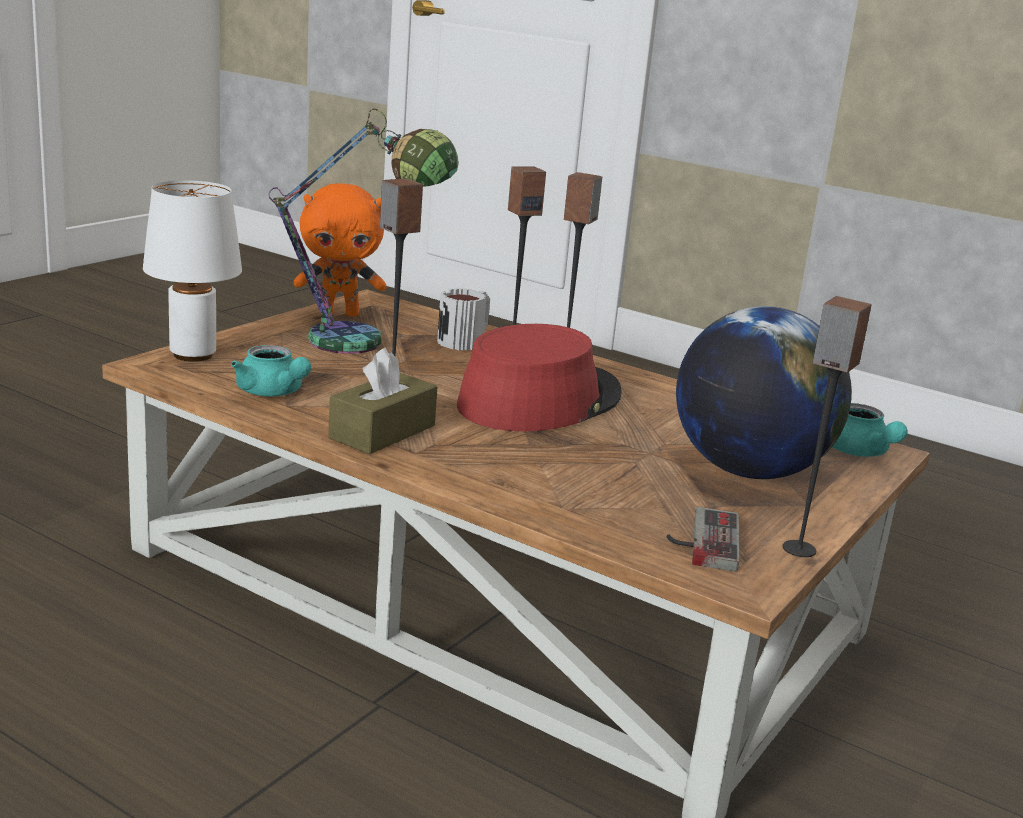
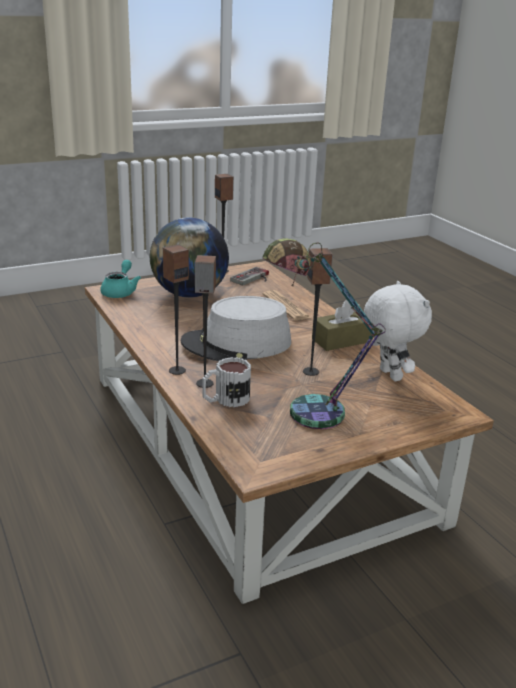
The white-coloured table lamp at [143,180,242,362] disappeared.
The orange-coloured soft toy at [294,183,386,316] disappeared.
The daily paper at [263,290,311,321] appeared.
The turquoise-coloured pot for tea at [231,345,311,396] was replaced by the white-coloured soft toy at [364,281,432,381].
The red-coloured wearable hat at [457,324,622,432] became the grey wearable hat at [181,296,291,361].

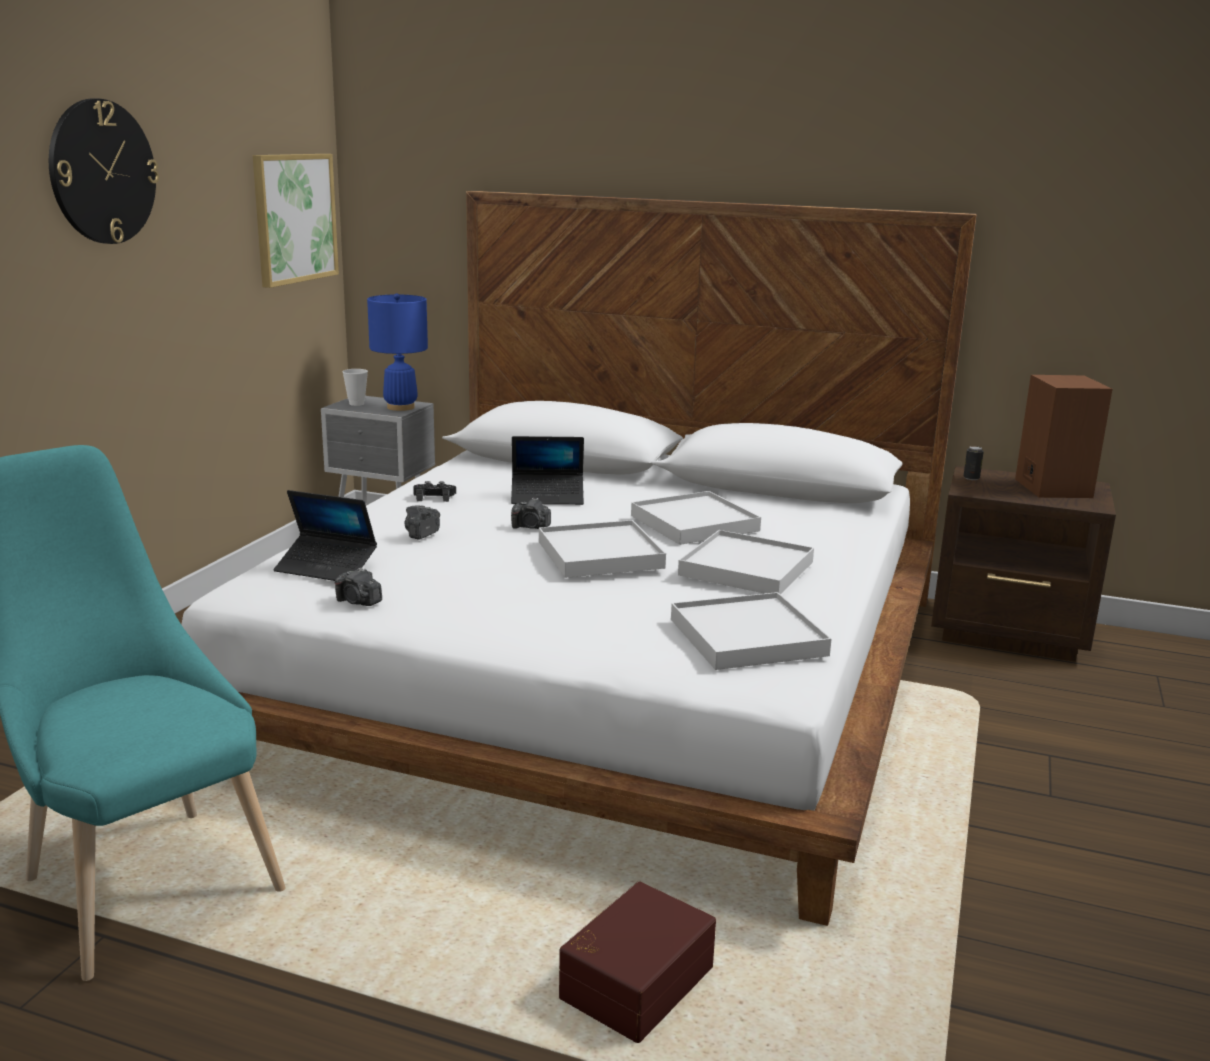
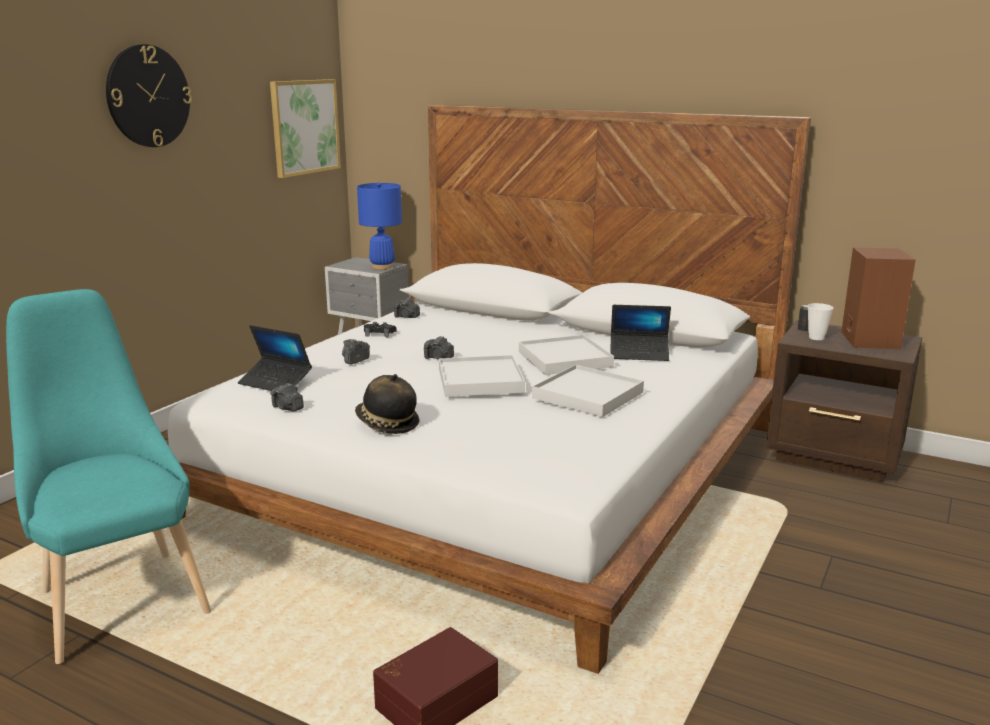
The white-coloured serving tray at [671,592,831,670] disappeared.
The wearable hat at [355,374,419,434] appeared.
The photo camera at [394,298,420,318] appeared.
The drinking cup moved from [343,369,368,406] to [808,303,834,340].
The portable computer moved from [511,436,584,505] to [610,305,671,361].

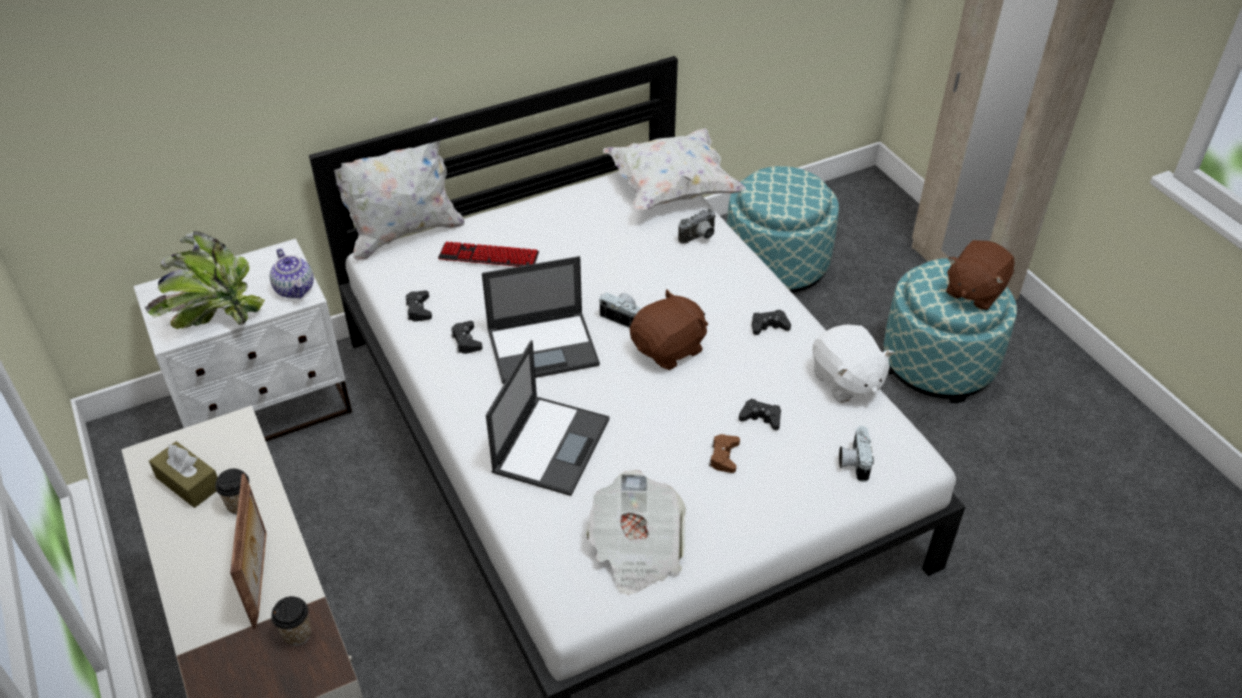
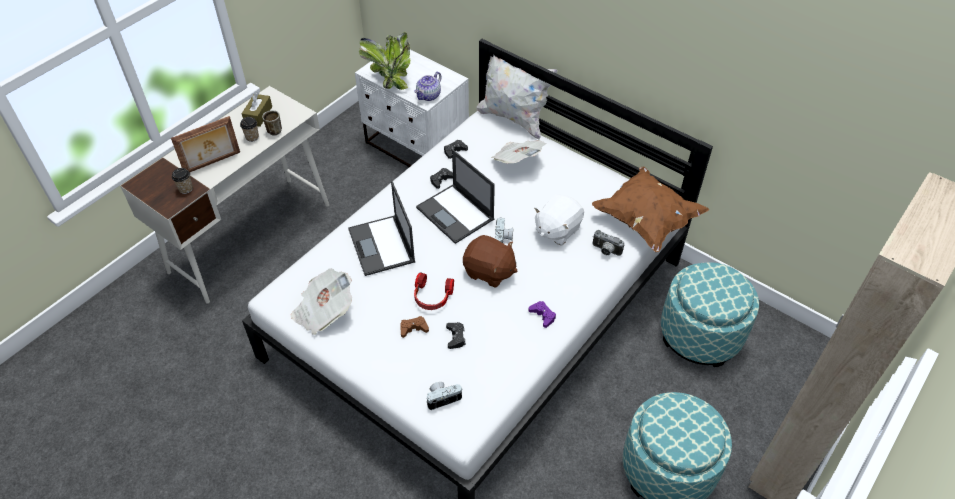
The brown soft toy at [946,240,1015,310] disappeared.
The mug at [262,110,282,136] appeared.
The pair of headphones at [414,272,454,310] appeared.
The white-coloured soft toy moved from [812,324,894,402] to [534,194,584,245].
The keyboard at [438,241,539,267] was replaced by the daily paper at [491,140,546,163].
The white-coloured cushion at [603,128,746,210] became the brown cushion at [592,167,710,252].
The black game controller at [752,310,791,335] became the purple game controller at [528,301,556,328].
The portable computer at [486,340,609,496] turned 75 degrees clockwise.

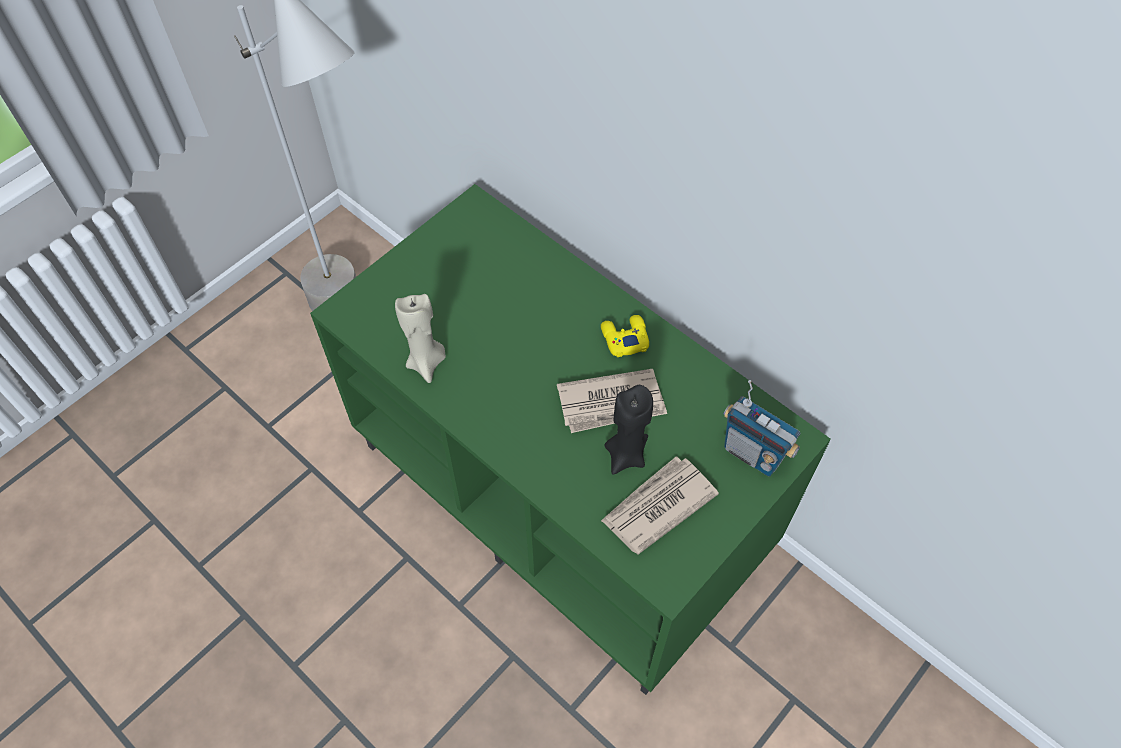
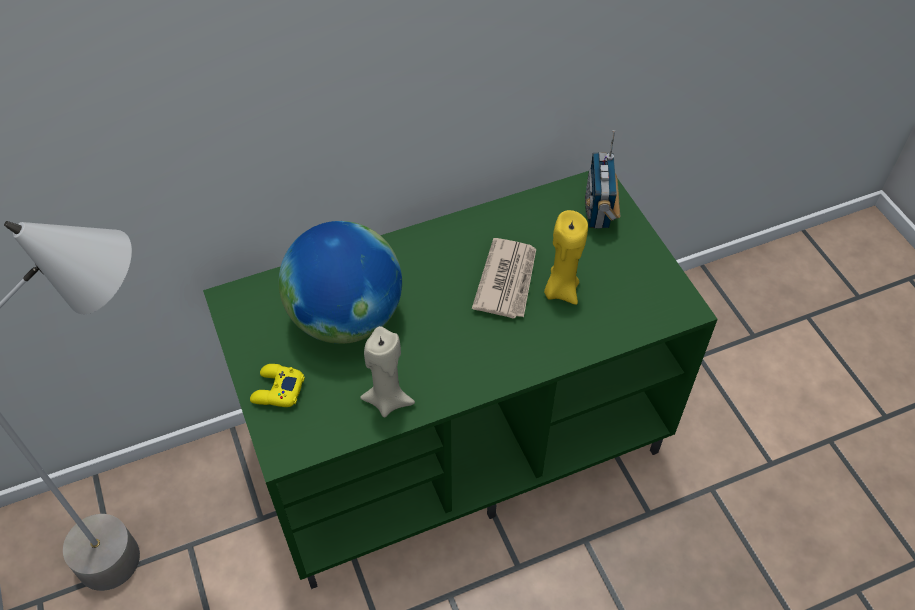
The daily paper at [601,456,719,554] disappeared.
The desk globe at [279,221,402,344] appeared.
The yellow game controller moved from [601,315,649,357] to [250,364,305,407].
The black candle at [604,385,653,475] became the yellow candle at [544,210,588,305].
The radio set at [724,380,801,476] turned 120 degrees clockwise.

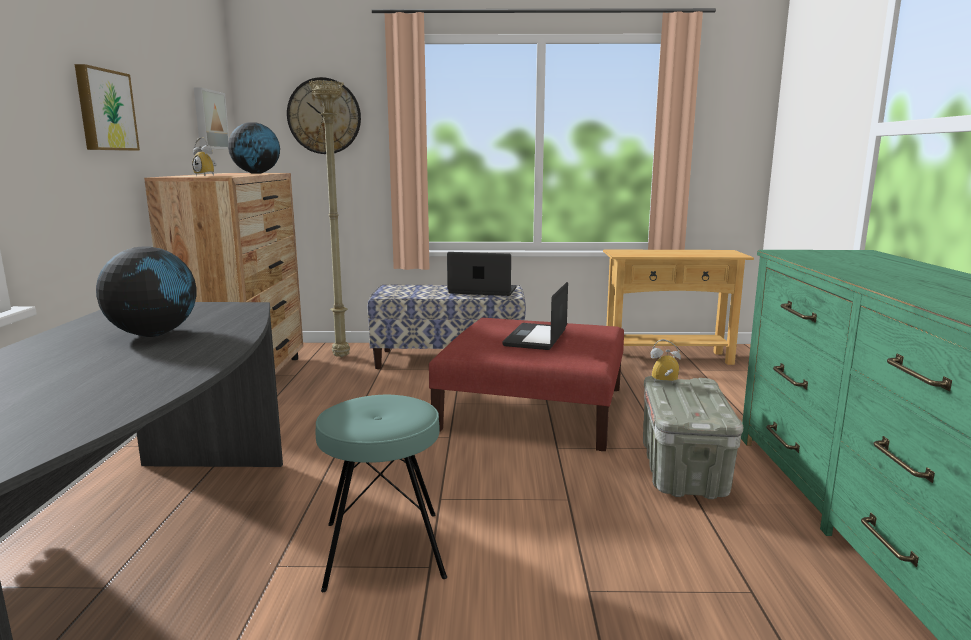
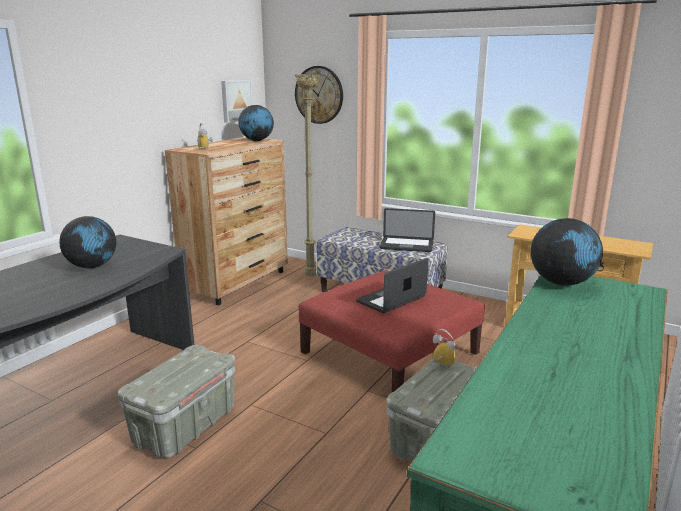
The wall art at [75,64,140,151] disappeared.
The desk globe at [531,218,603,286] appeared.
The turquoise-coloured stool at [316,395,447,592] was replaced by the grey storage box at [118,345,236,458].
The portable computer at [447,252,516,296] turned 150 degrees clockwise.

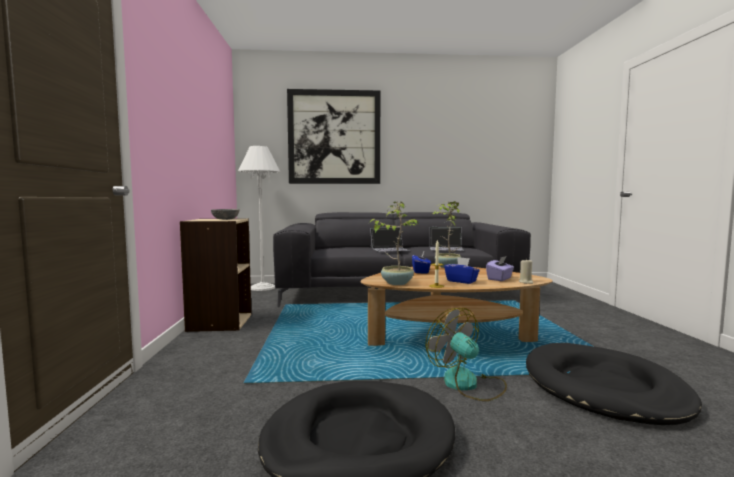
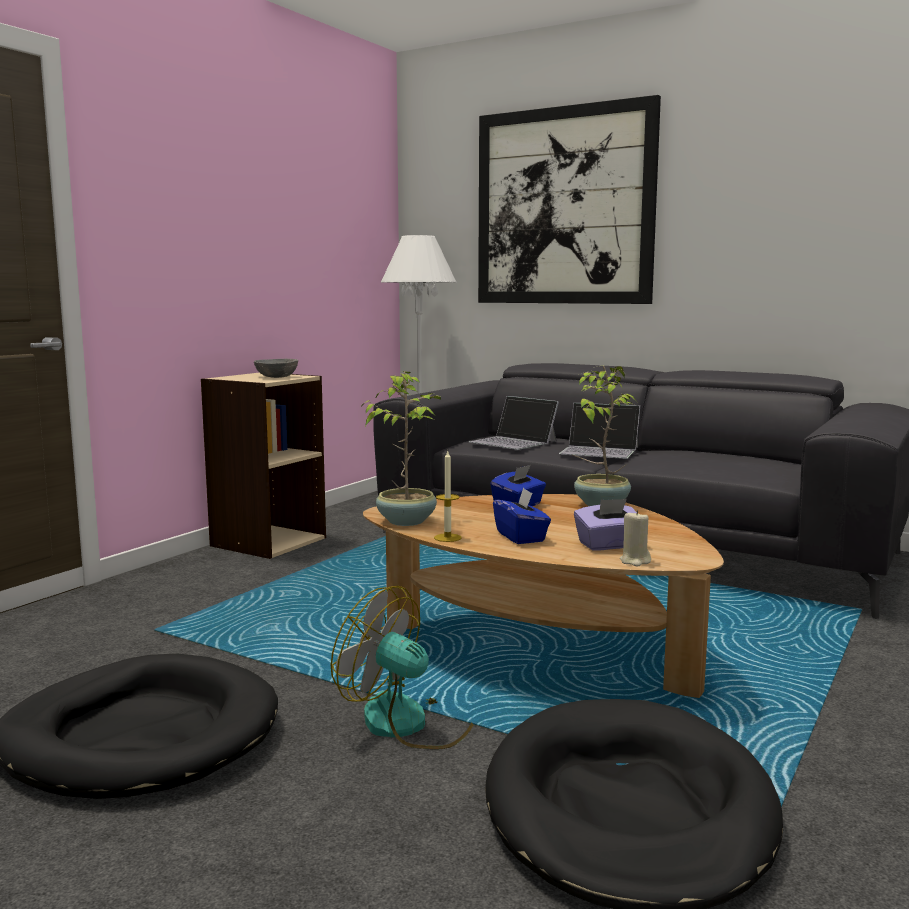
The portable computer moved from [430,227,464,251] to [469,396,559,450].
The cooling fan at [425,308,507,401] turned 60 degrees counterclockwise.

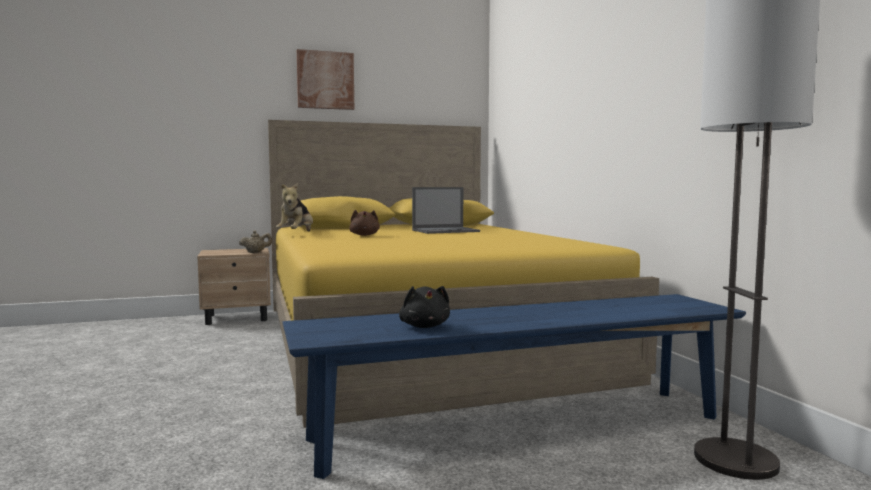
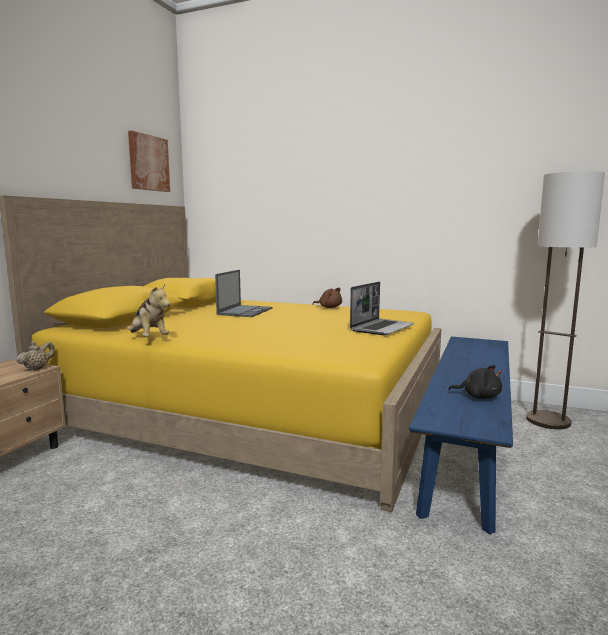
The portable computer at [350,282,415,335] appeared.
The wall art moved from [297,49,354,110] to [128,131,170,192].
The brown soft toy moved from [349,210,380,236] to [313,287,342,308].

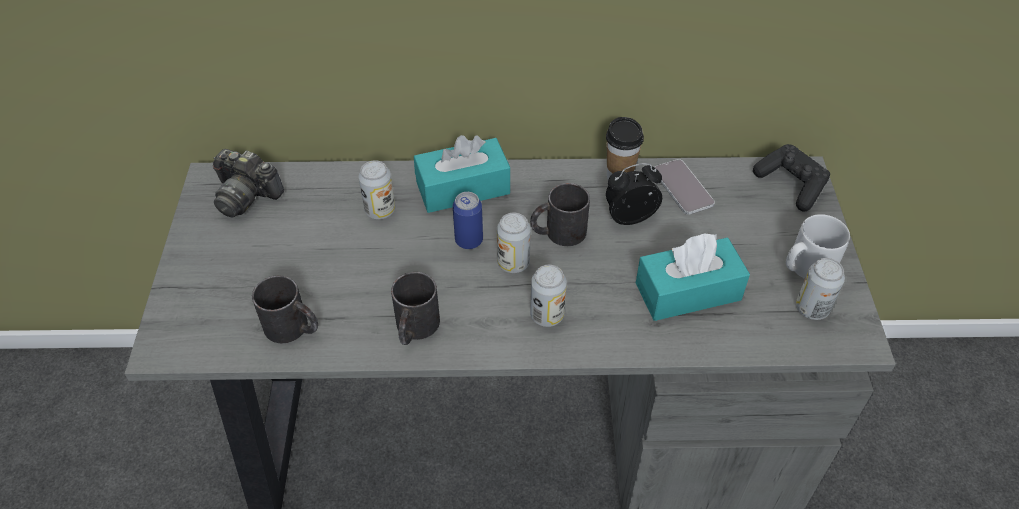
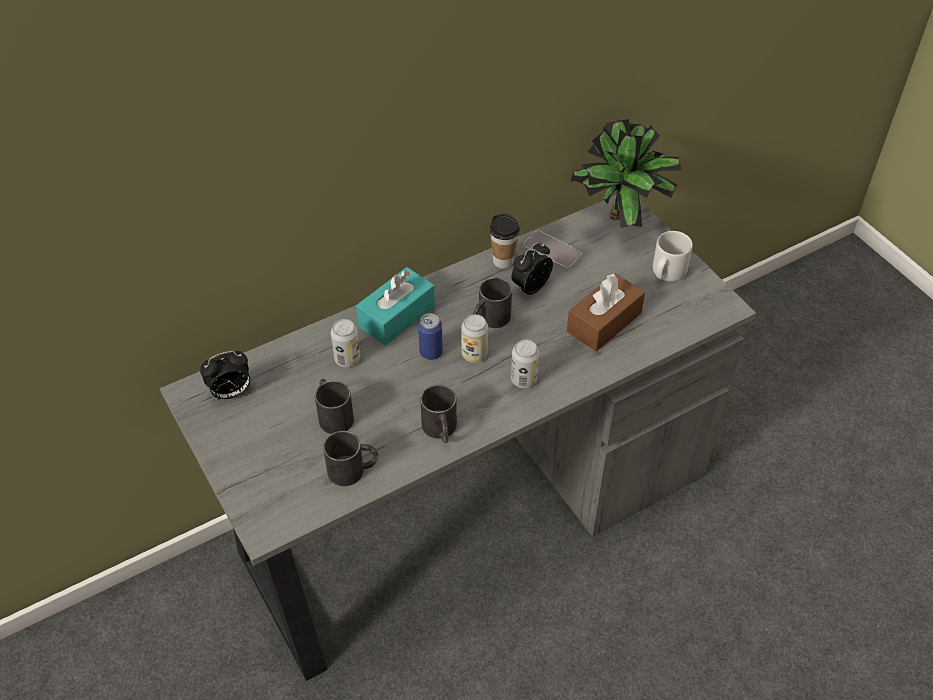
The sealed can at [796,258,845,320] disappeared.
The black mug at [315,379,354,434] appeared.
The photo camera at [213,149,284,218] was replaced by the bedside clock at [200,351,250,399].
The black game controller at [753,144,830,211] was replaced by the houseplant at [571,119,682,228].
The turquoise-coloured box of tissues at [636,233,750,321] became the brown box of tissues at [567,273,645,351].

